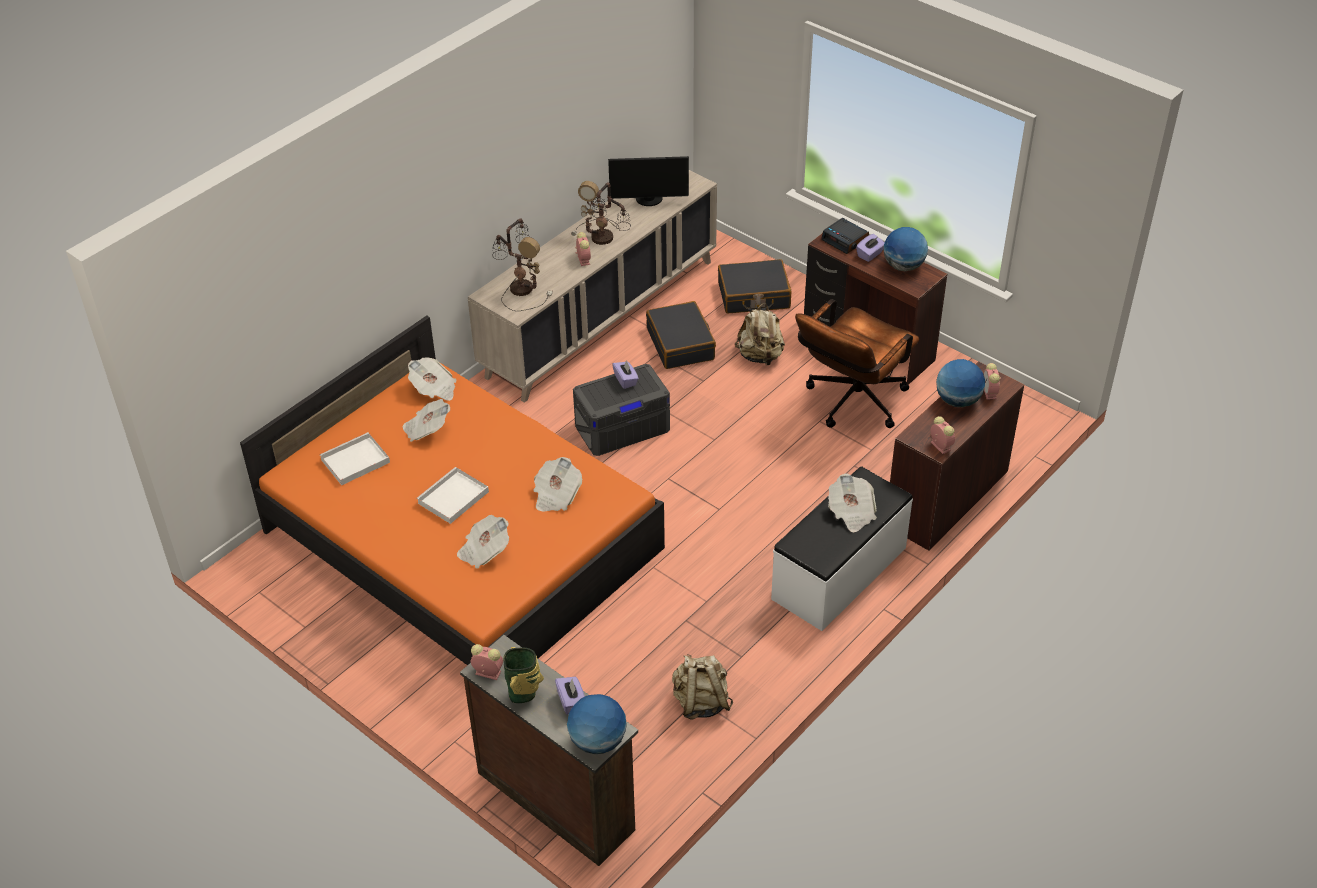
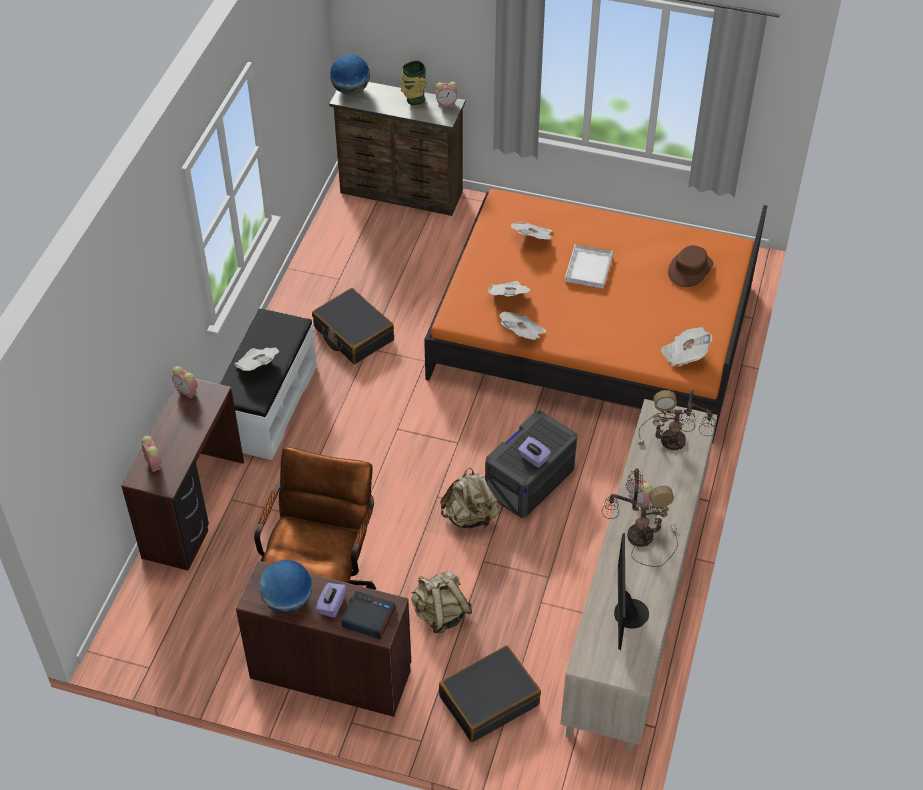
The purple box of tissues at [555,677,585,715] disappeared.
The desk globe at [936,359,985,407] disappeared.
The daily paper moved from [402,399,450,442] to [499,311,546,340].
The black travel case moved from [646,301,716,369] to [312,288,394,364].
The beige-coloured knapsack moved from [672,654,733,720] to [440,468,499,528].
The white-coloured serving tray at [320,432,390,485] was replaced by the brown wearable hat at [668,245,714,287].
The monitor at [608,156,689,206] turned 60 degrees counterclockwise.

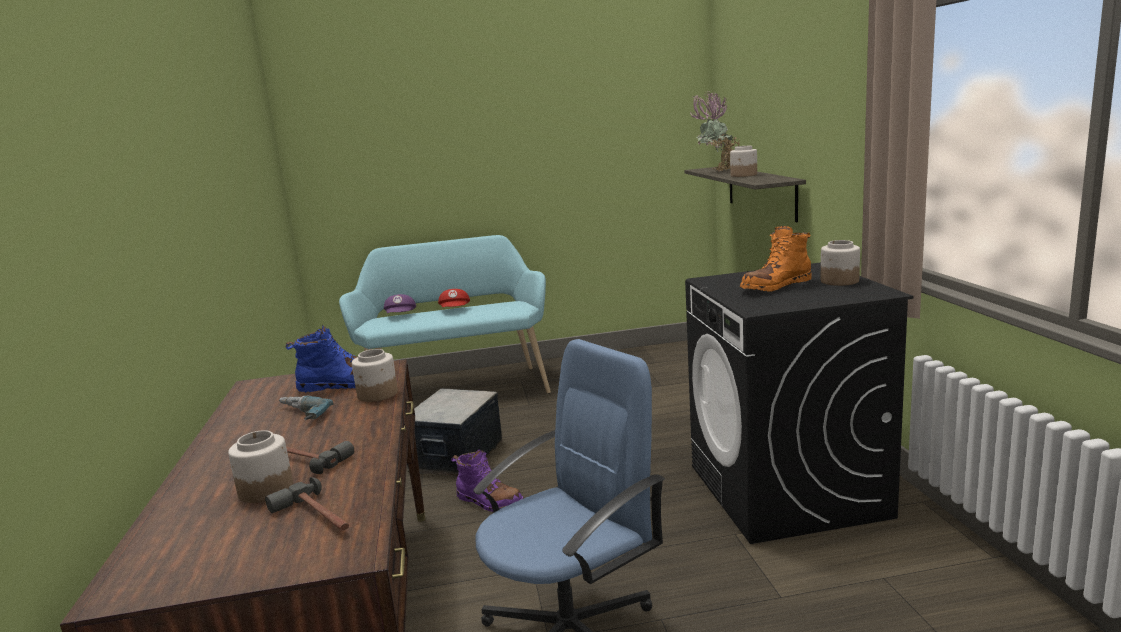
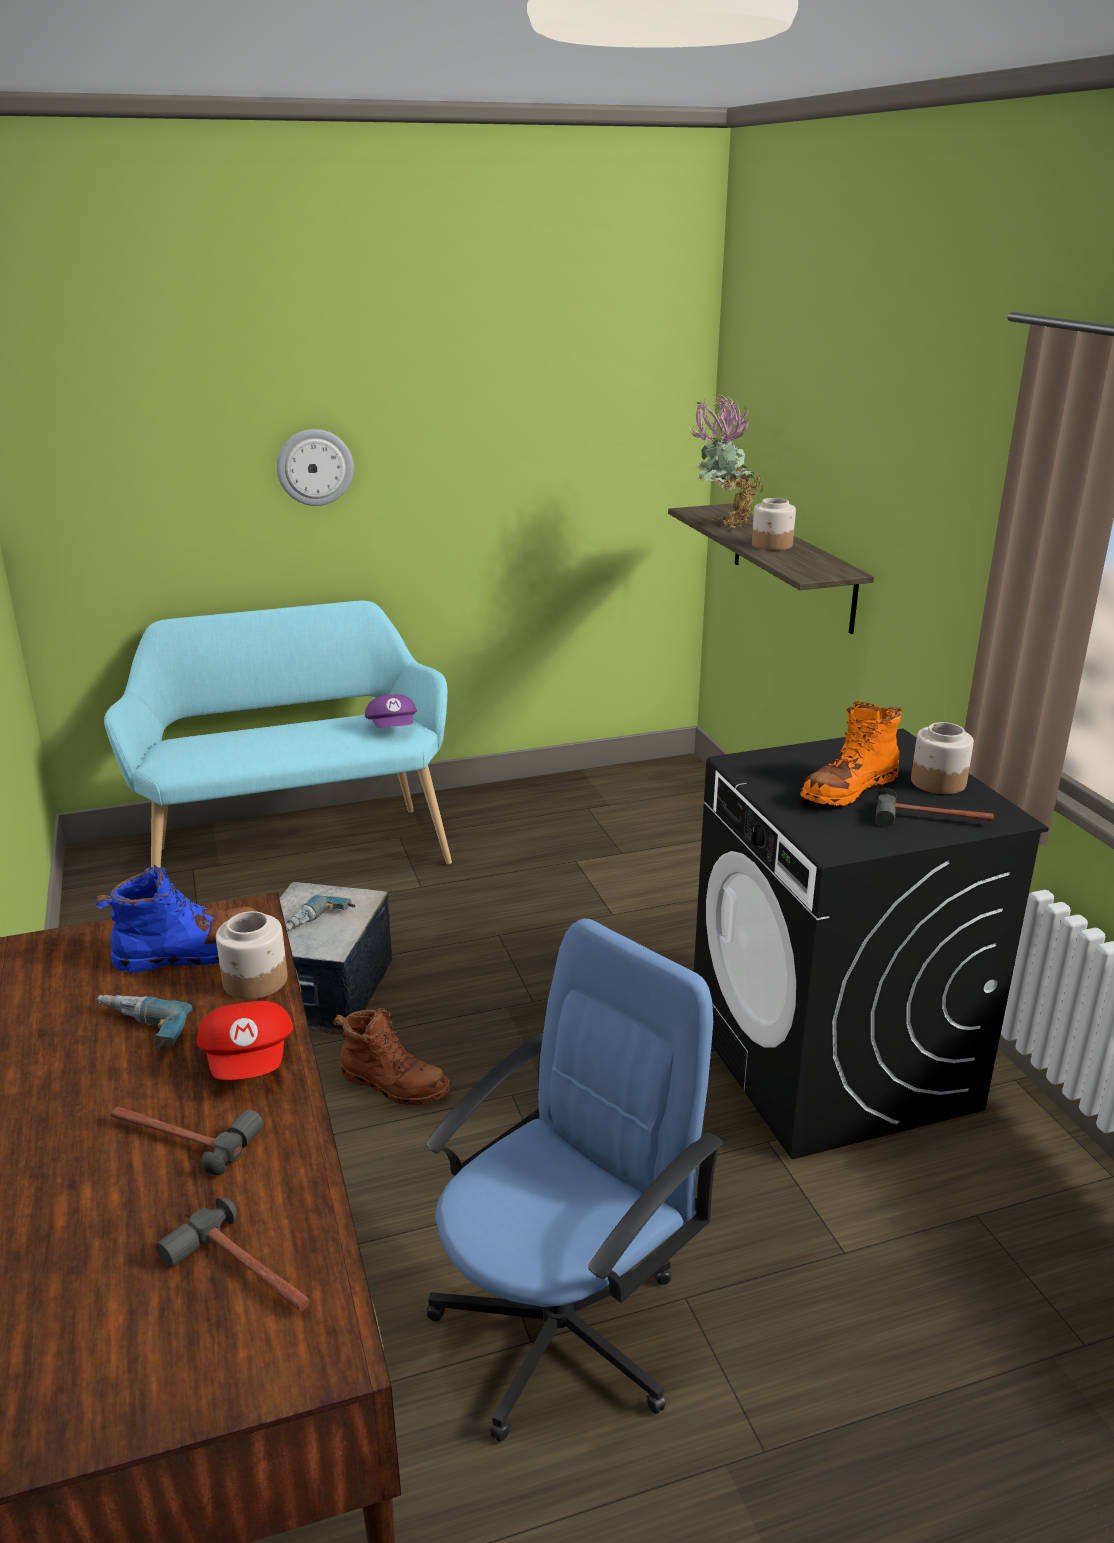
The preserve jar at [228,430,293,503] disappeared.
The hanging clock at [277,429,354,506] appeared.
The power drill at [285,894,355,932] appeared.
The hand hammer at [876,788,994,827] appeared.
The purple peaked cap moved from [384,294,416,313] to [365,694,417,728].
The red-coloured peaked cap moved from [438,289,470,307] to [197,1001,293,1080].
The purple high-top boot at [451,449,524,512] became the brown high-top boot at [333,1008,451,1105].

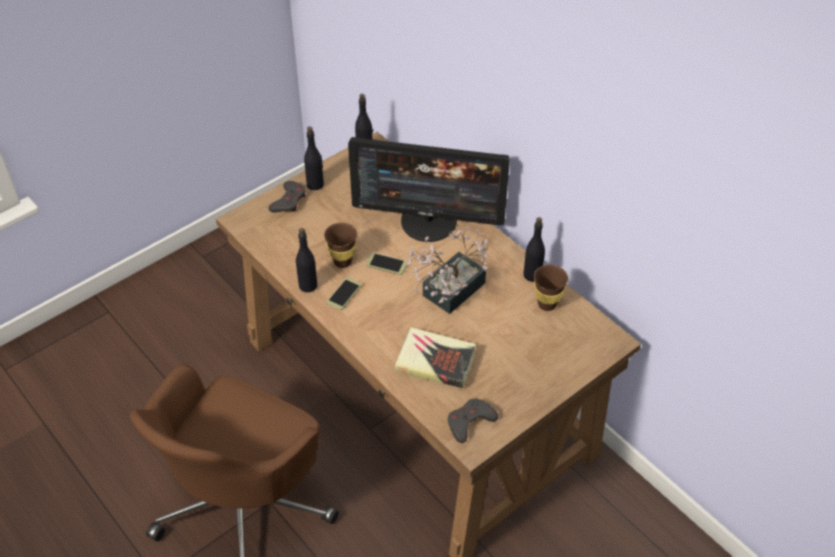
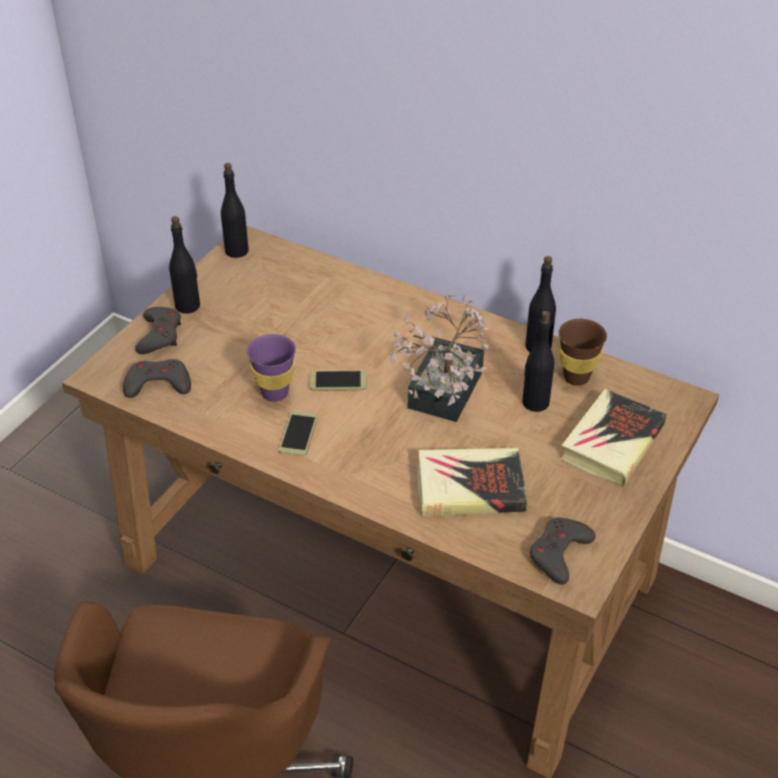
The monitor at [348,137,510,242] disappeared.
The grey game controller at [123,359,191,398] appeared.
The bound book at [561,389,667,487] appeared.
The black drink bottle moved from [296,228,317,293] to [522,311,554,412].
The brown drinking cup at [324,223,357,268] became the purple drinking cup at [247,334,296,402].

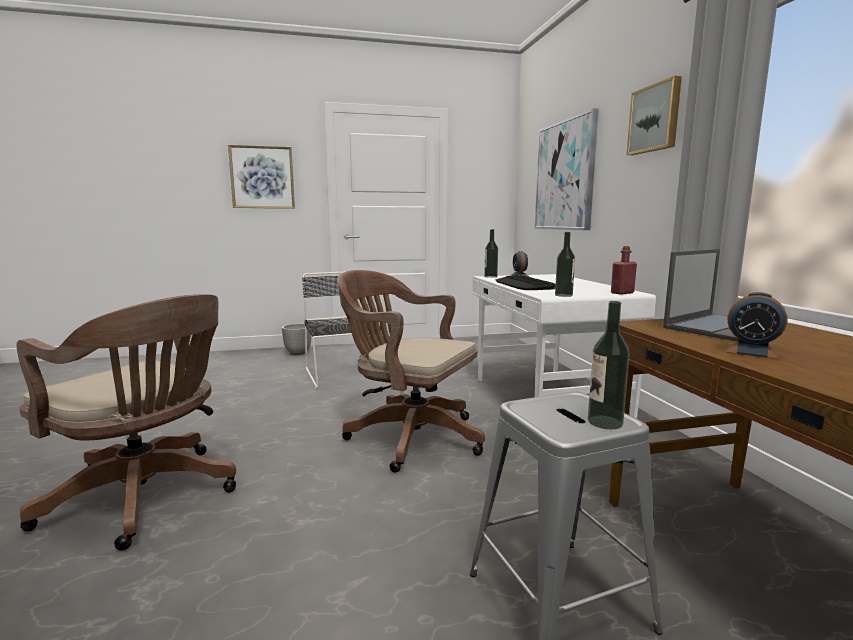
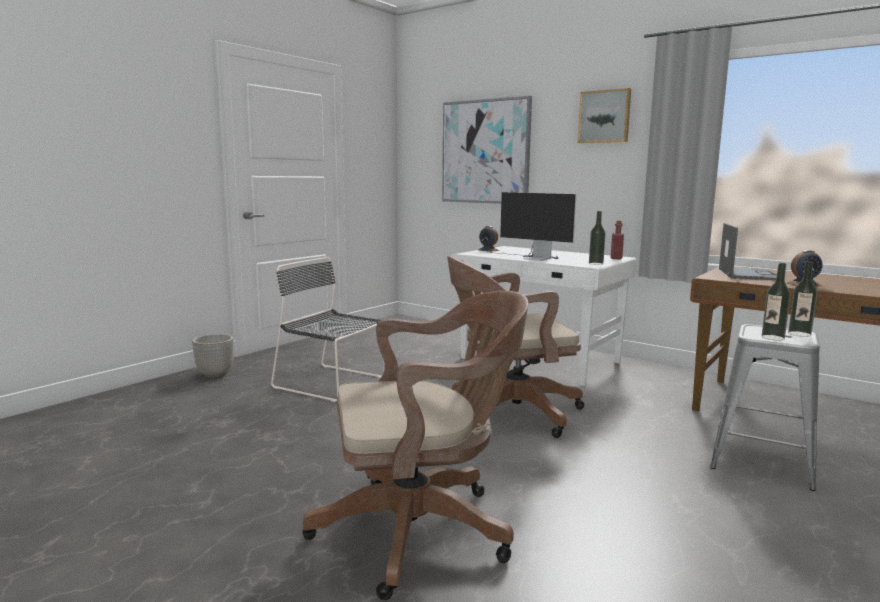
The wall art at [228,145,295,208] disappeared.
The drink bottle moved from [484,229,498,278] to [762,263,791,340].
The keyboard at [495,275,556,290] was replaced by the monitor at [493,192,576,261].

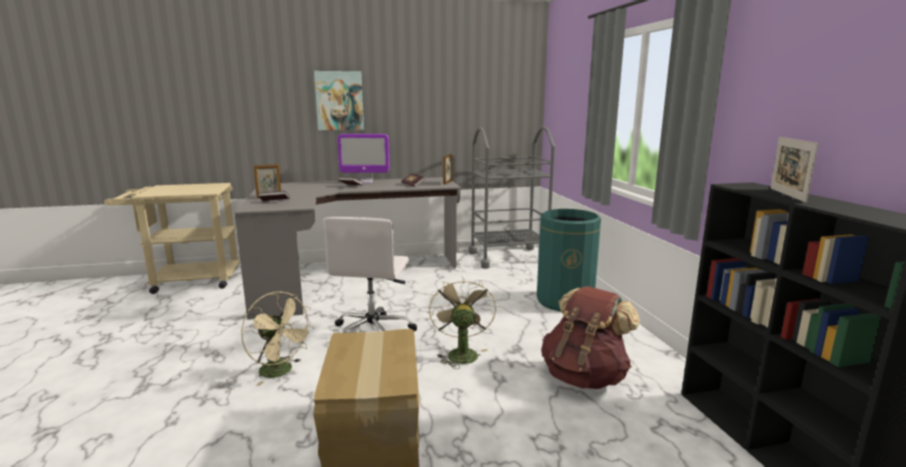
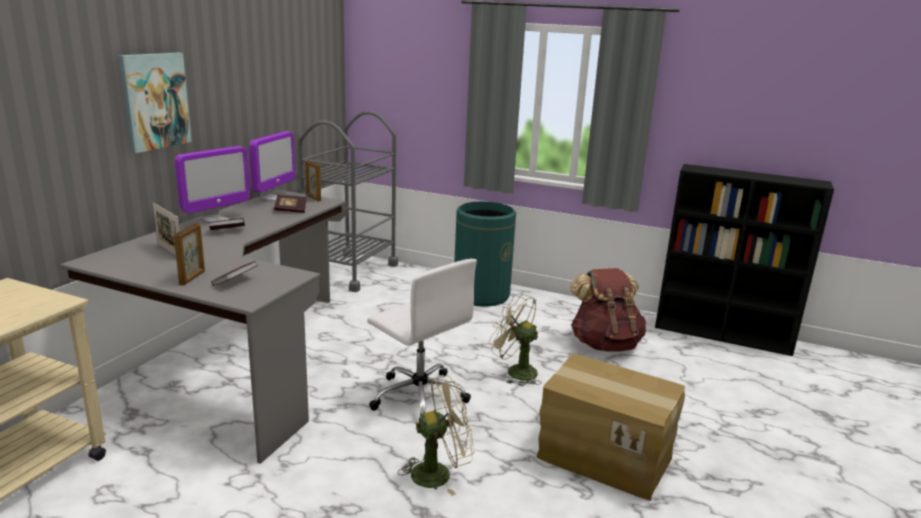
The monitor at [249,132,295,201] appeared.
The photo frame moved from [770,137,818,203] to [153,203,180,256].

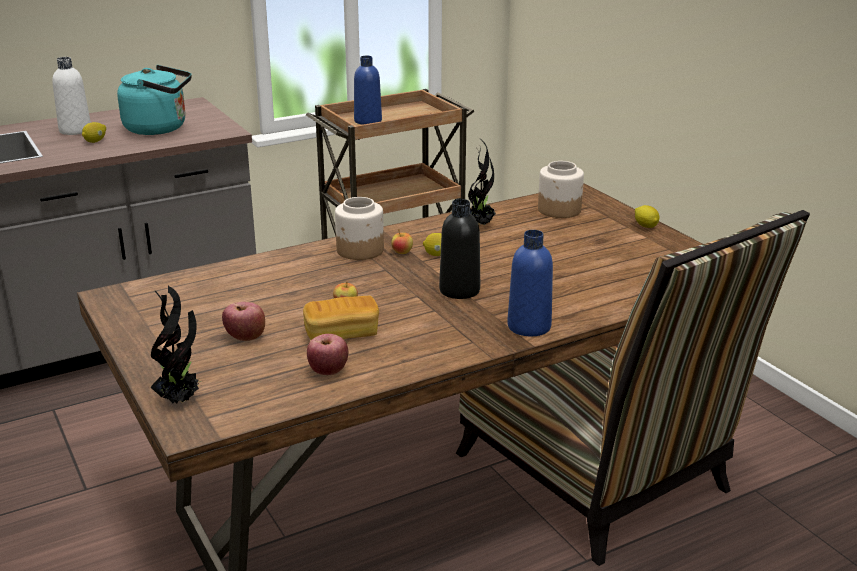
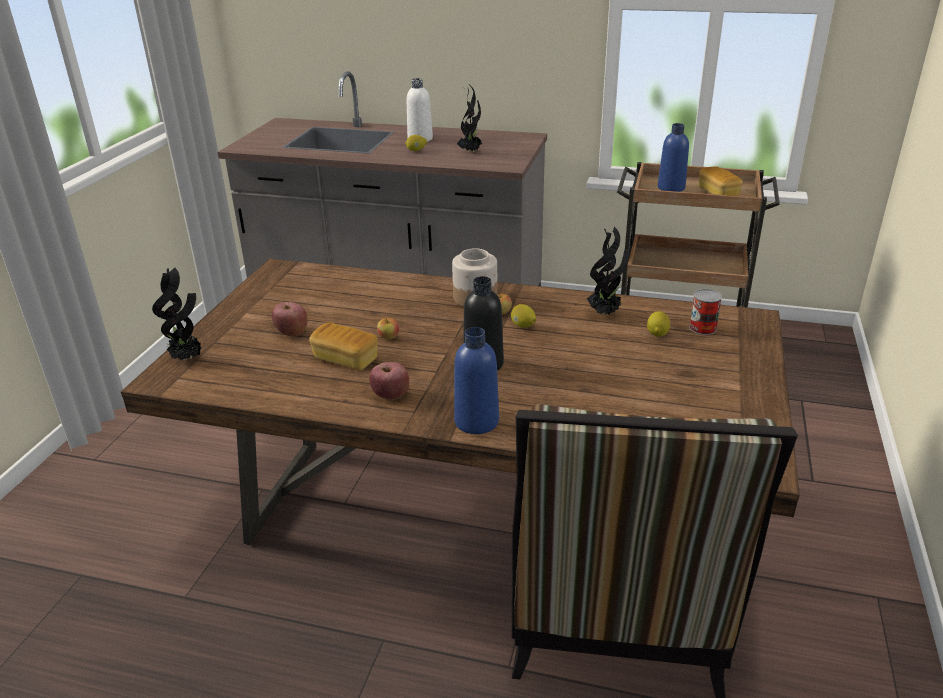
The bakery bread at [699,167,743,196] appeared.
The apple moved from [307,334,348,375] to [369,362,409,400].
The citrus fruit moved from [635,205,660,228] to [647,311,670,337].
The turquoise-coloured water kettle at [117,65,192,135] was replaced by the houseplant at [457,85,483,152].
The preserve jar at [538,161,584,218] was replaced by the sealed can at [689,289,722,335].

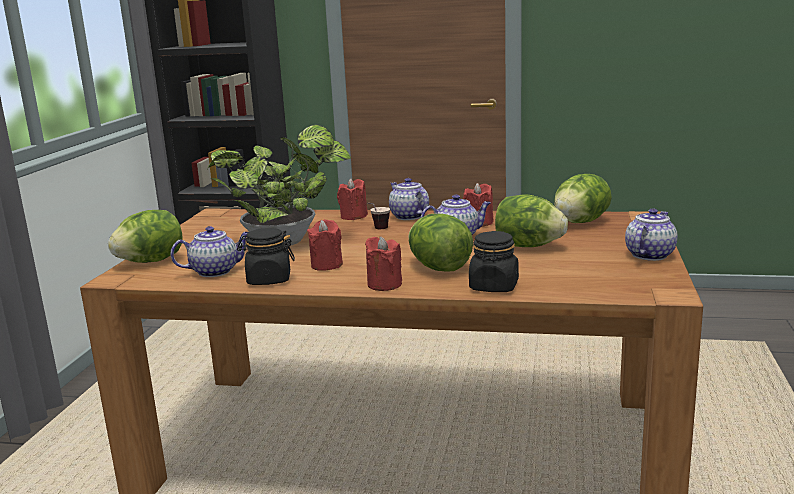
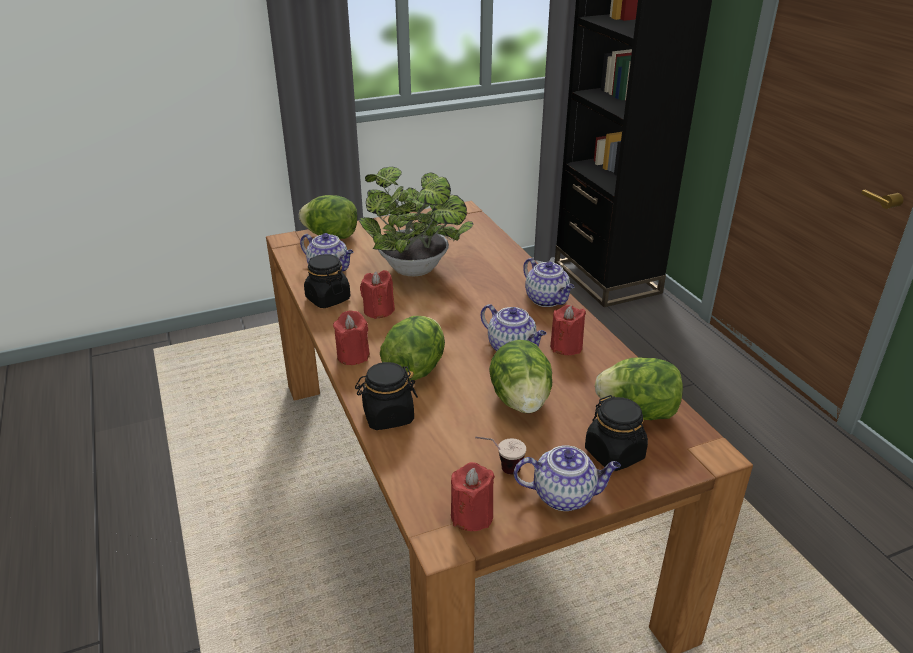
The black preserve jar at [585,395,648,471] appeared.
The red-coloured candle moved from [337,178,368,220] to [451,462,495,531].
The drinking cup moved from [367,203,390,229] to [475,437,526,475].
The pot for tea at [389,178,429,220] turned 120 degrees clockwise.

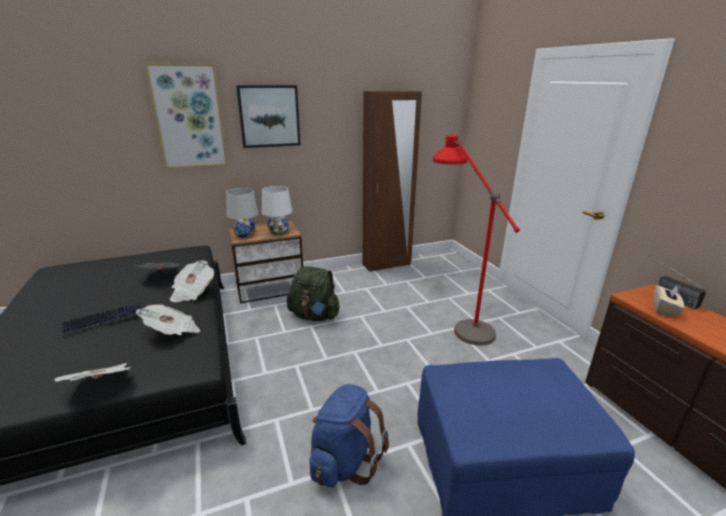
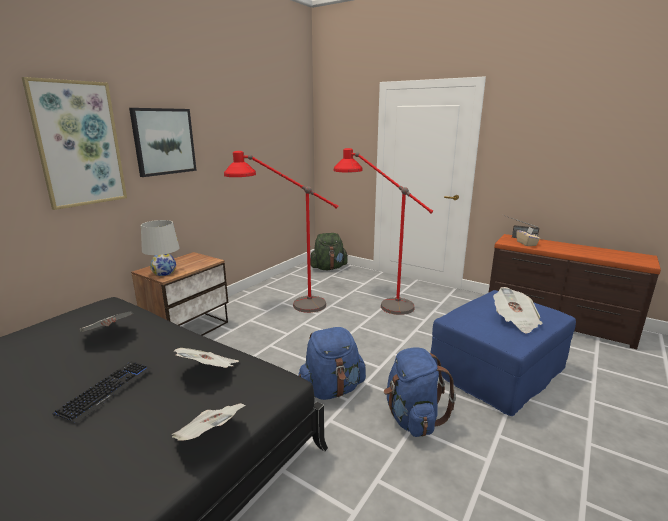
The white-coloured table lamp at [262,186,292,235] disappeared.
The brown wardrobe at [362,91,422,272] disappeared.
The red-coloured standing lamp at [224,151,339,313] appeared.
The blue-coloured knapsack at [298,327,366,400] appeared.
The daily paper moved from [170,260,214,302] to [493,287,542,334].
The green knapsack moved from [287,266,340,321] to [310,233,348,270].

